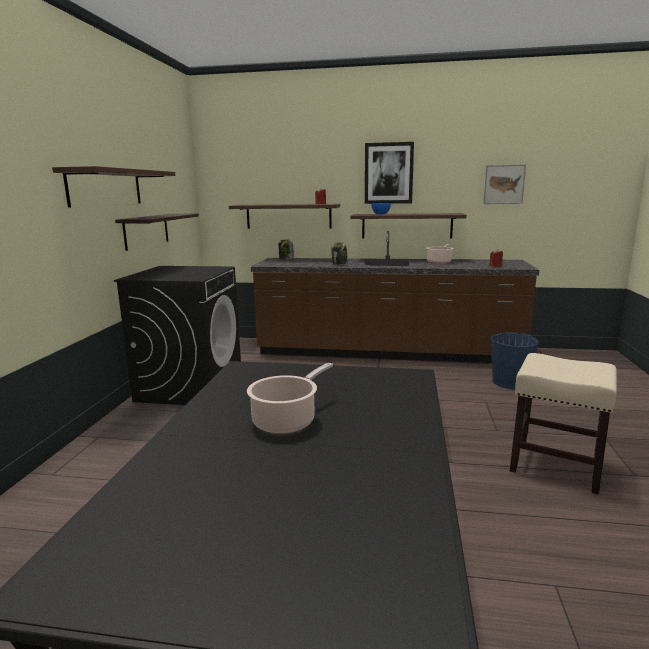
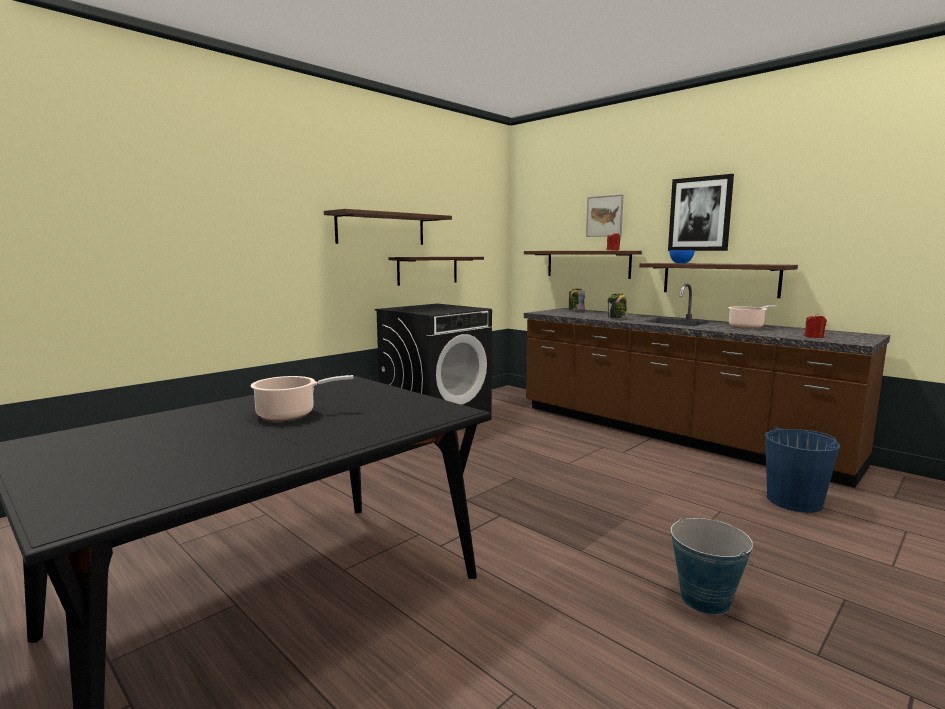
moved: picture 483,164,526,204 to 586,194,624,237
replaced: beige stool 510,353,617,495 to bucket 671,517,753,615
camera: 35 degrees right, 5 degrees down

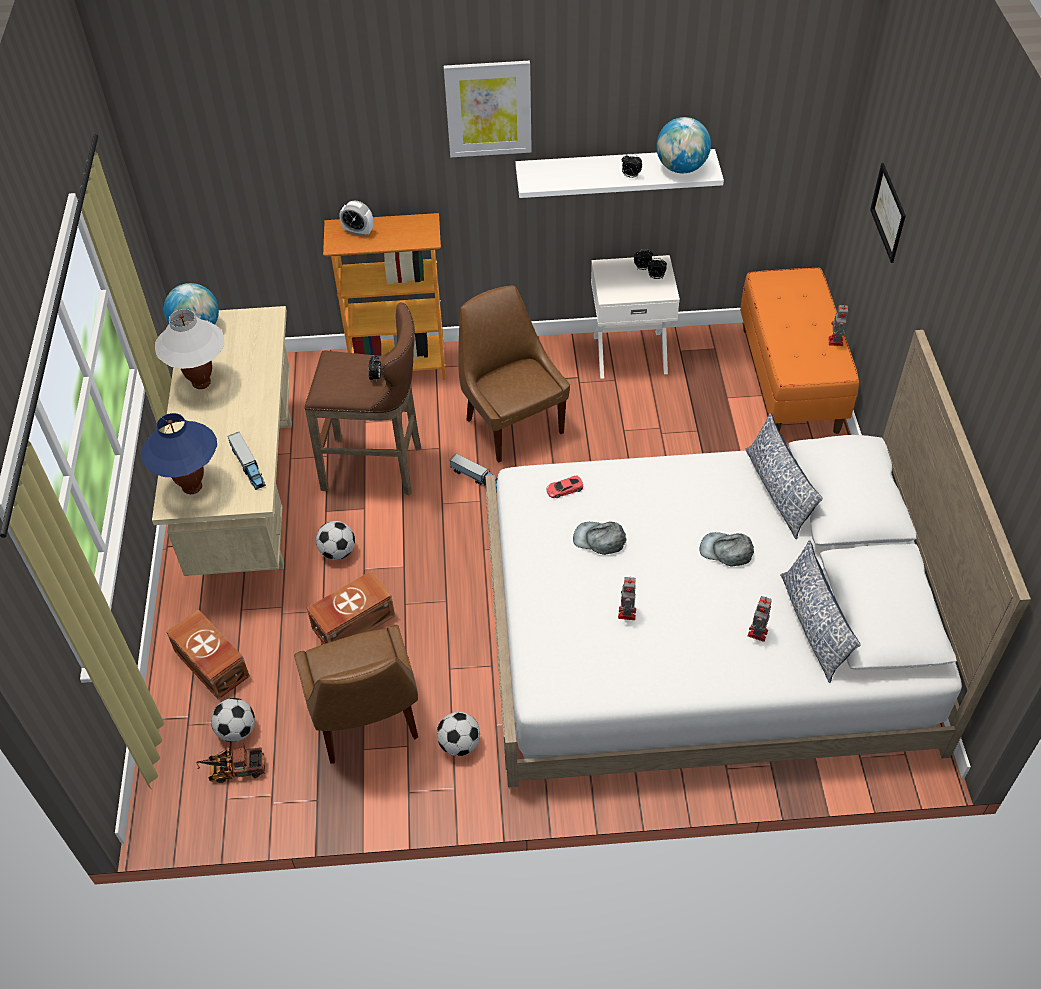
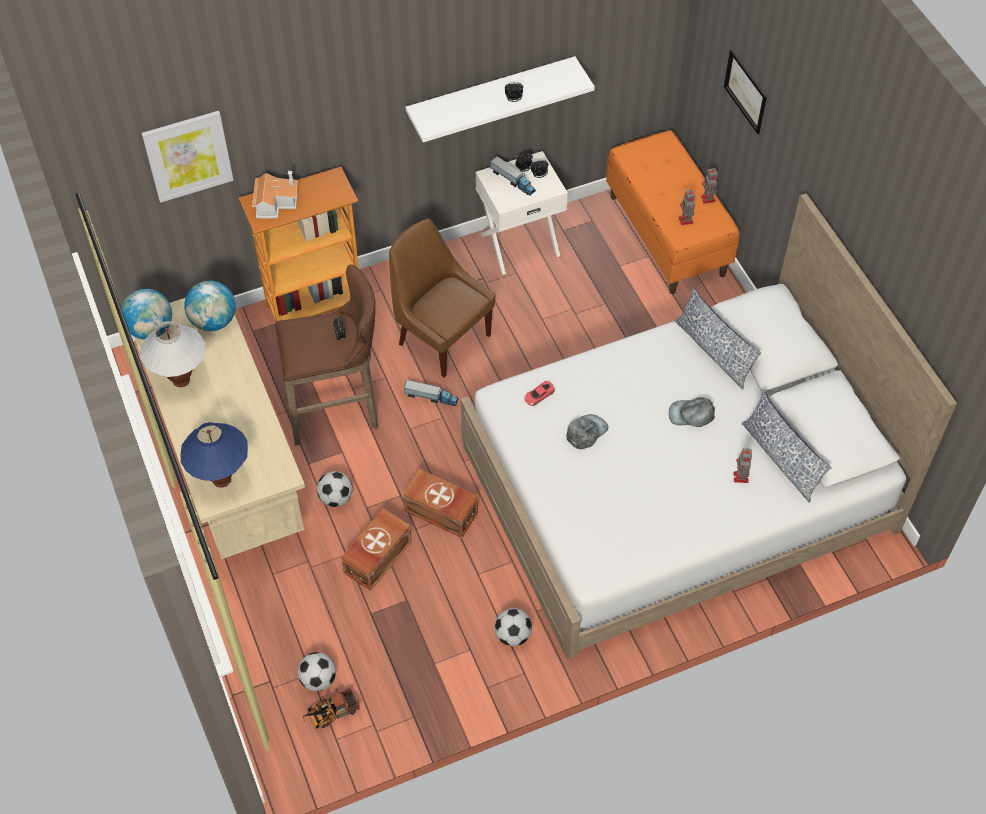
removed: brown chair 294,625,418,764
moved: brown storage box 166,609,250,699 to 403,469,478,538; toy truck 228,432,266,490 to 490,156,536,195; picture 444,61,532,157 to 142,111,234,203; toy robot 618,577,636,620 to 679,189,695,225; globe 656,117,711,173 to 184,281,236,331
replaced: alarm clock 339,201,373,236 to toy house 252,171,298,219
turned: grey cap 573,521,626,555 = 566,414,608,449 135 degrees clockwise
camera: 20 degrees left, 5 degrees up

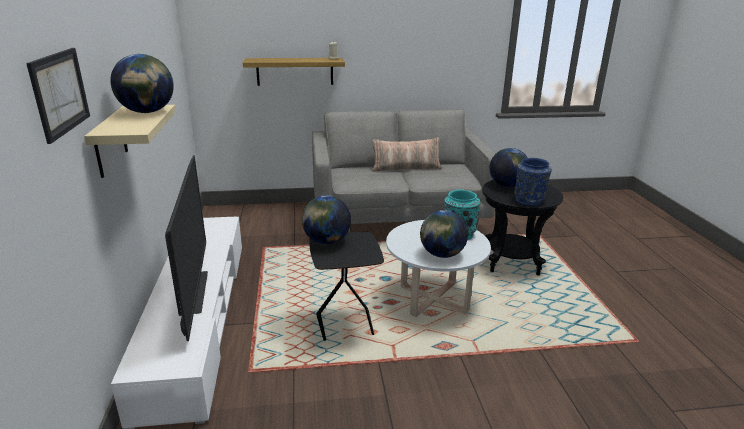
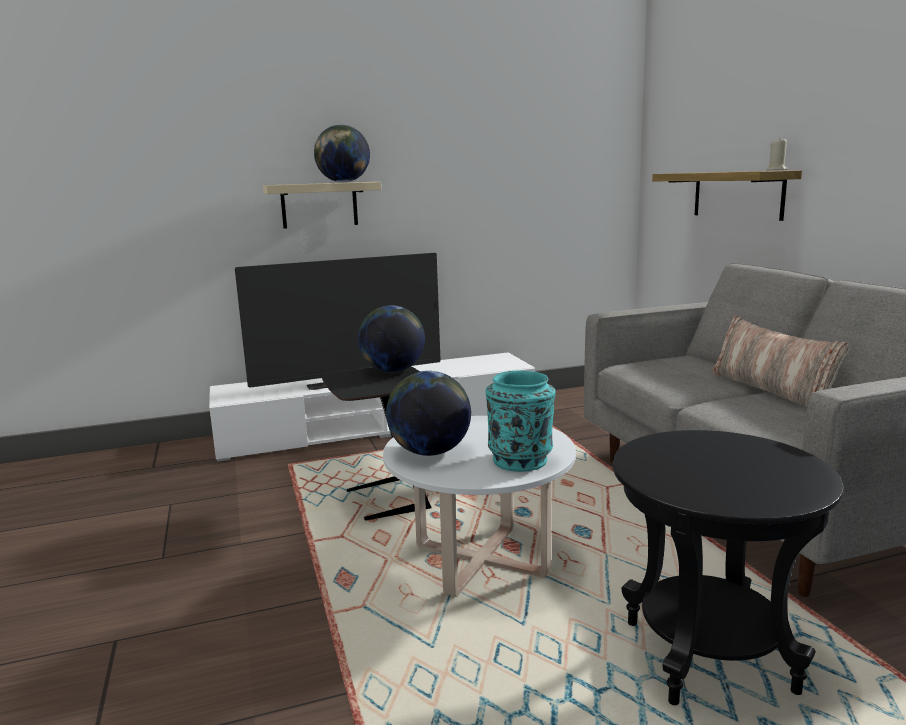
removed: picture 26,48,90,144; globe 489,148,528,187; blue vase 514,158,552,206
camera: 80 degrees right, 10 degrees down

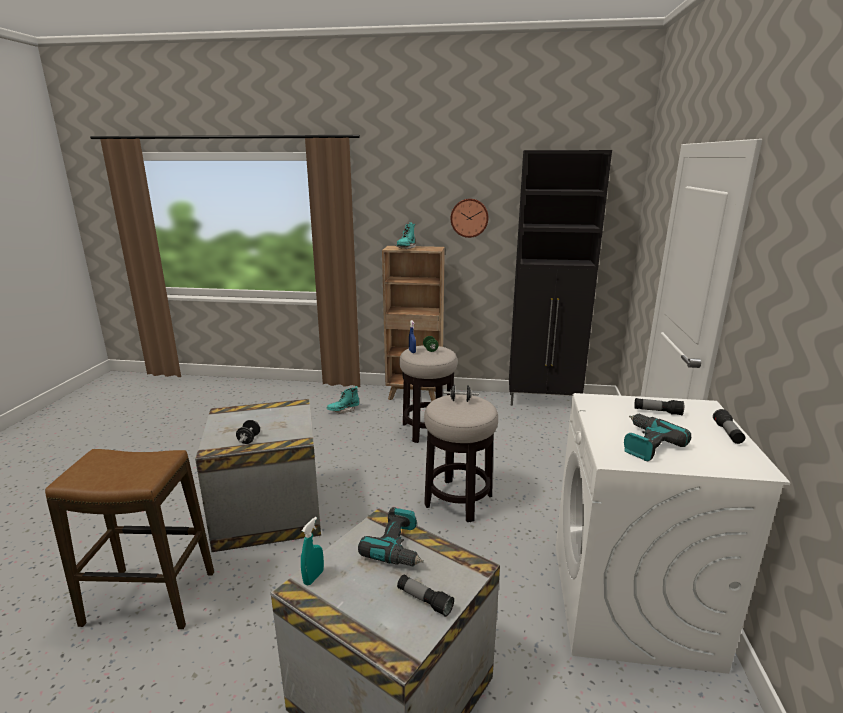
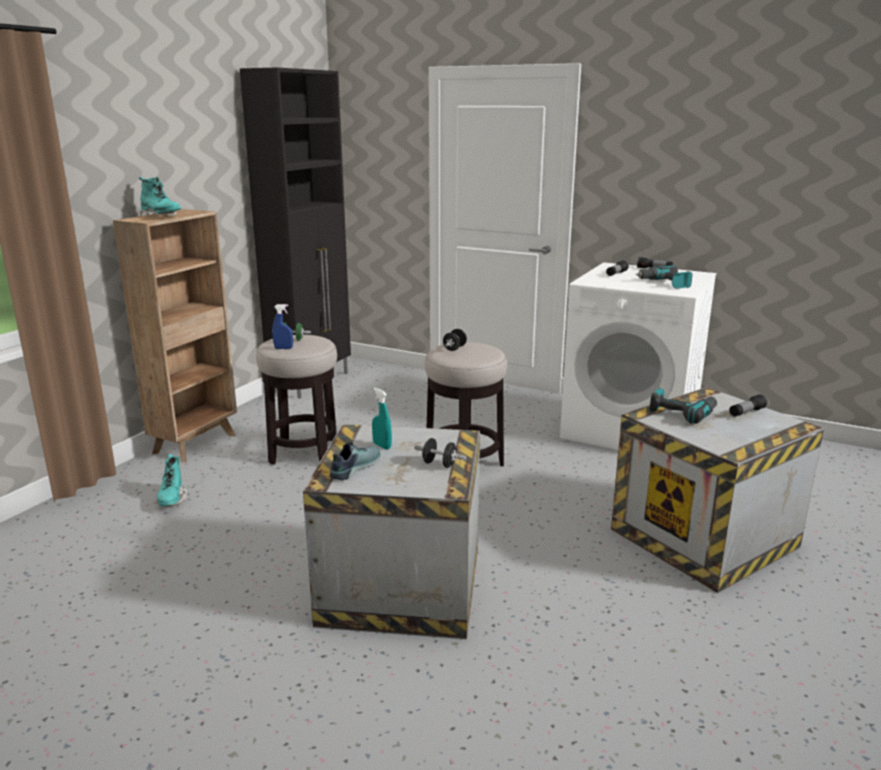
removed: stool 45,449,214,629; wall clock 451,199,488,238
added: shoe 330,442,381,480
moved: turquoise spray bottle 301,517,324,585 to 372,388,392,450
camera: 70 degrees left, 0 degrees up

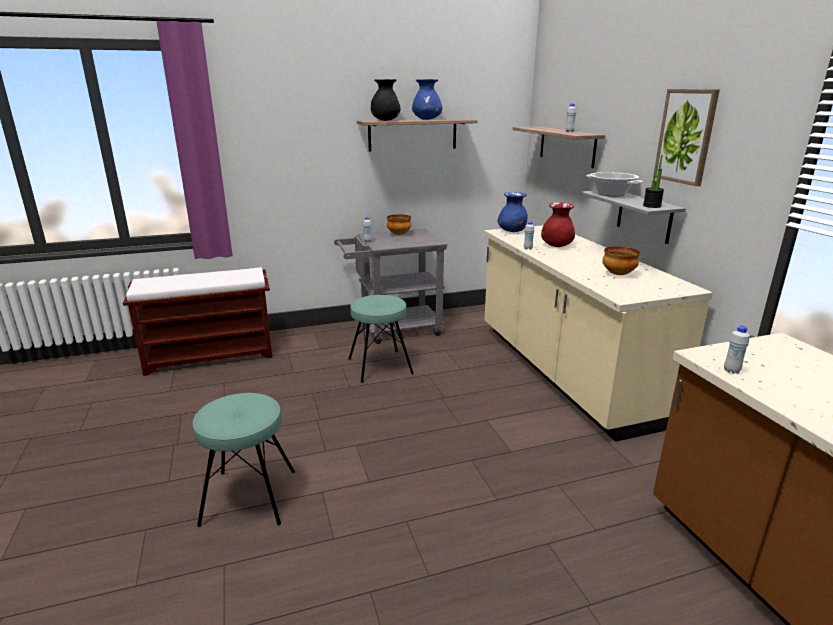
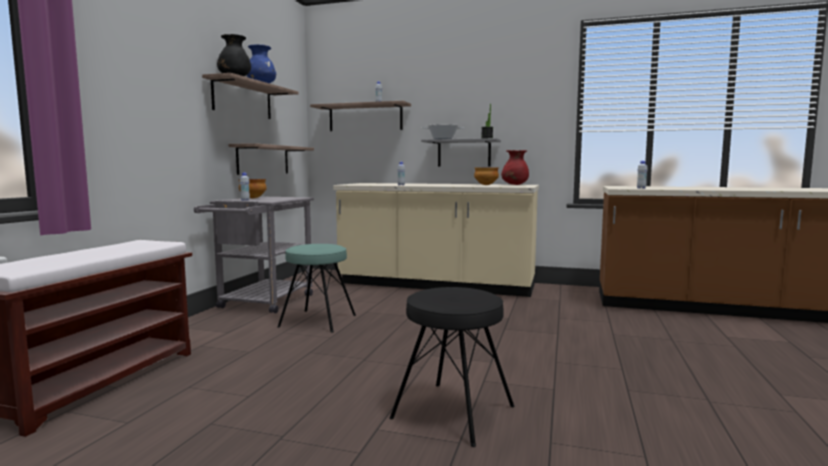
removed: blue vase 498,192,528,232; picture 653,89,720,186
added: shelf 229,143,314,175
moved: red vase 541,202,575,247 to 501,150,529,185
recoloured: turquoise stool 193,393,295,527 to black stool 389,287,514,447
camera: 55 degrees left, 15 degrees down

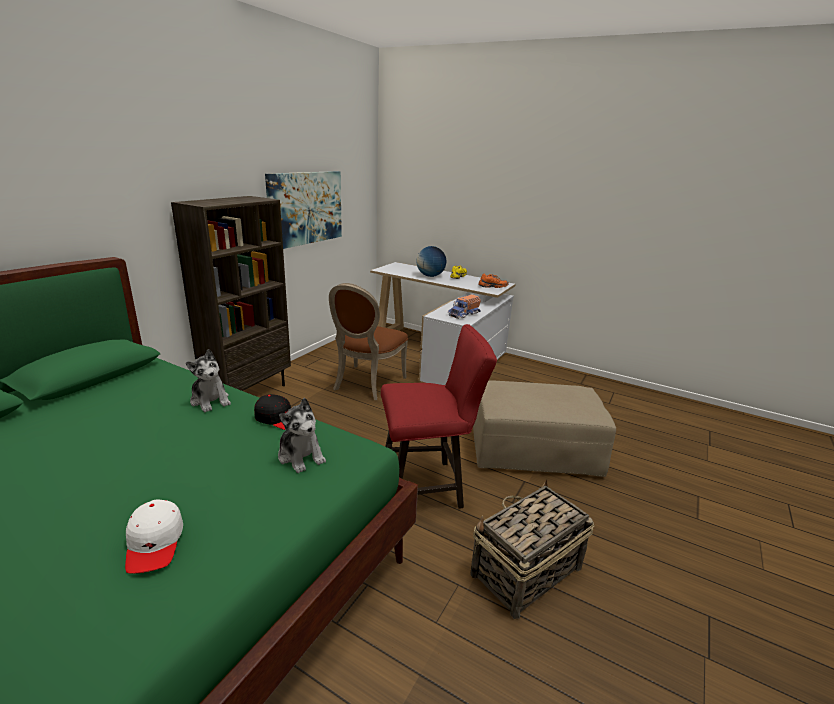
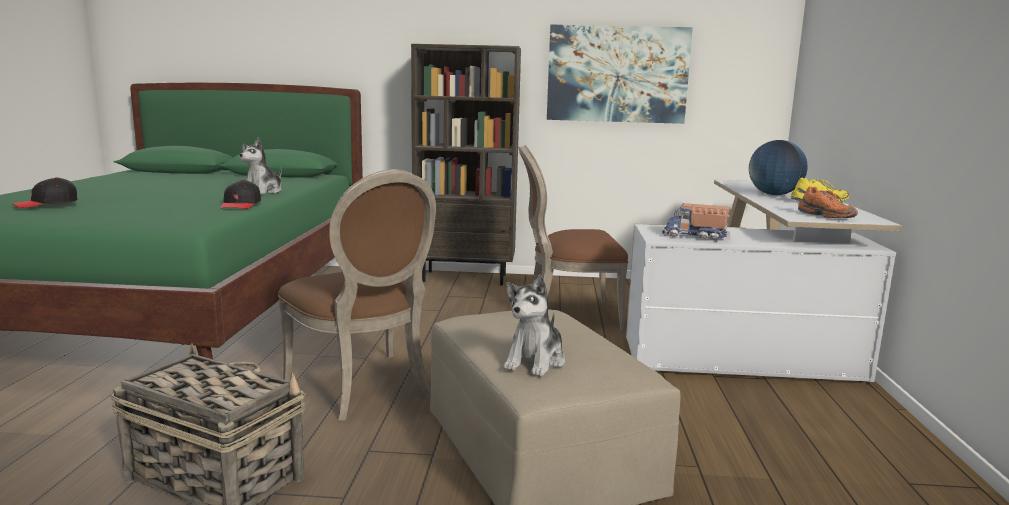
moved: plush toy 278,398,326,473 to 503,275,565,376
replaced: red stool 381,324,497,509 to brown chair 278,169,436,421
recoloured: white cap 125,499,183,574 to black cap 12,177,78,208
camera: 65 degrees right, 10 degrees down

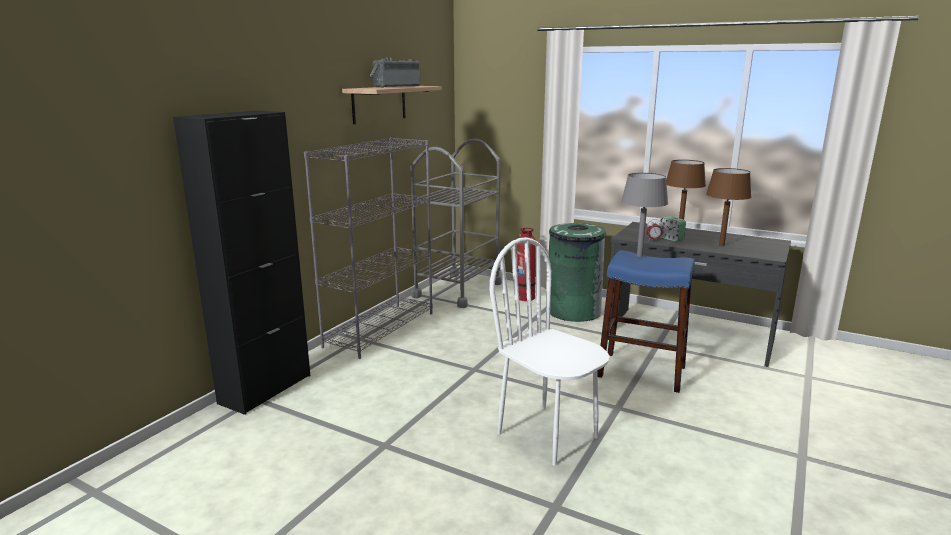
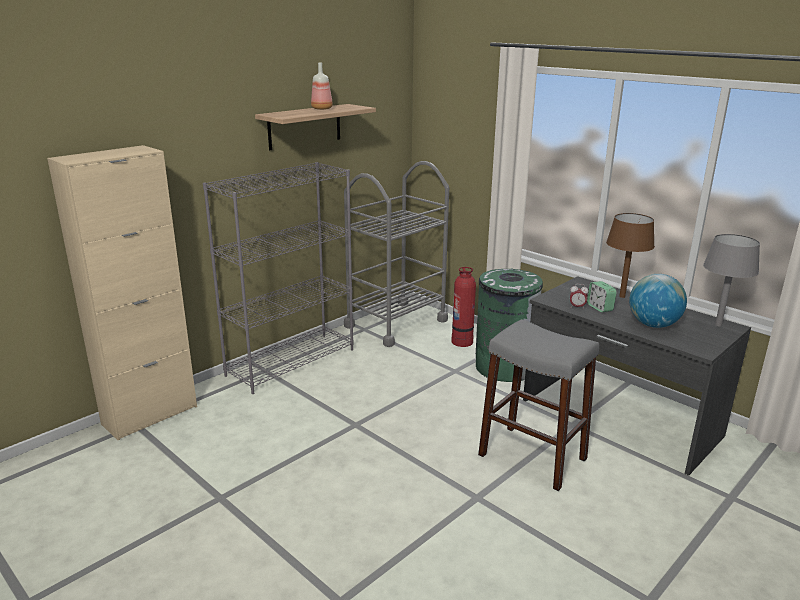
removed: white chair 490,237,610,466
moved: grey table lamp 621,173,668,257 to 703,234,760,326
replaced: radio 370,58,421,87 to bottle 311,63,333,110; brown table lamp 706,168,751,246 to globe 629,274,687,328
recoloured: black cabinet 173,111,310,415 to beige cabinet 47,145,197,440; blue stool 597,250,695,393 to grey stool 478,319,599,491
camera: 15 degrees right, 5 degrees up

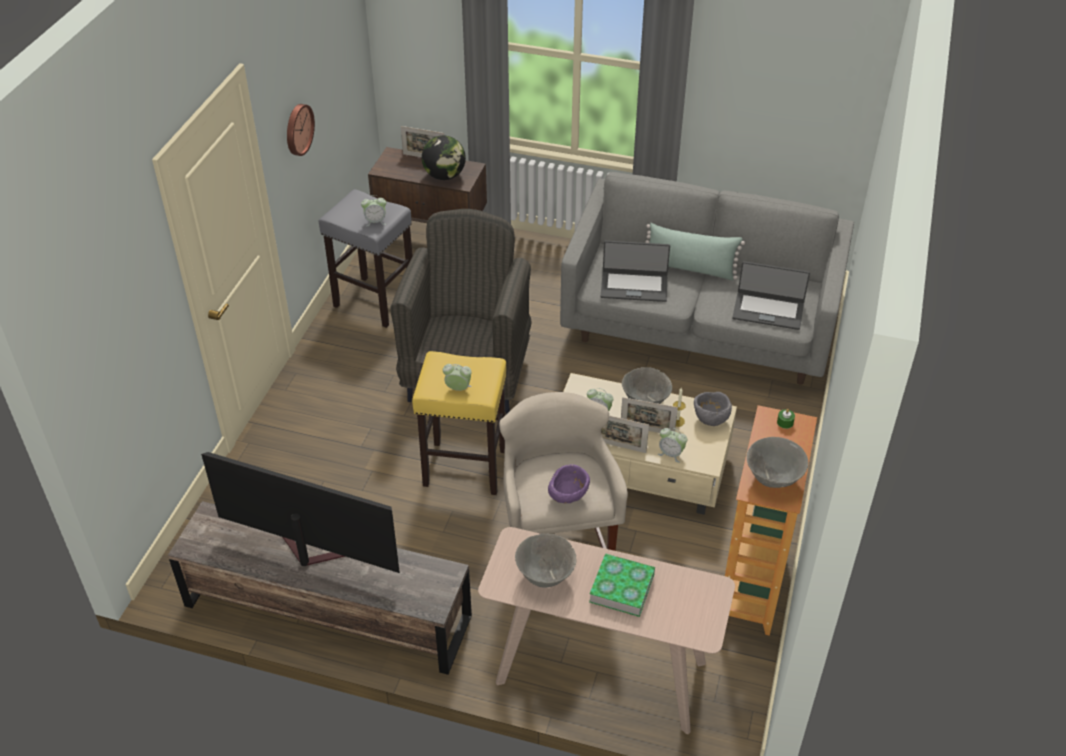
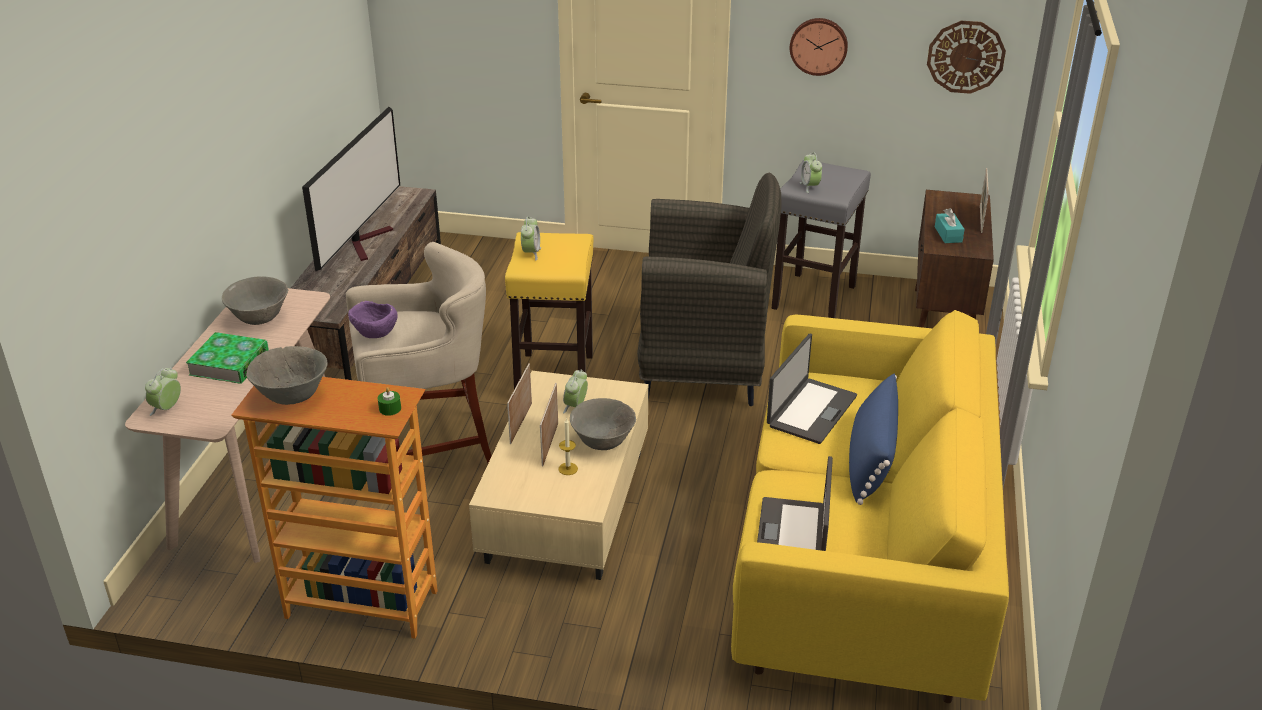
removed: grey bowl 694,392,732,426
added: wall clock 927,21,1006,94
moved: alarm clock 658,428,687,463 to 145,368,181,416
replaced: globe 422,136,466,180 to turquoise tissue box 935,208,965,243
recoloured: grey sofa 560,172,854,385 to yellow sofa 731,310,1009,703; green pillow 645,223,745,281 to blue pillow 849,373,898,505
turned: laptop 601,241,670,302 = 767,334,857,444 150 degrees counterclockwise
camera: 85 degrees right, 10 degrees down

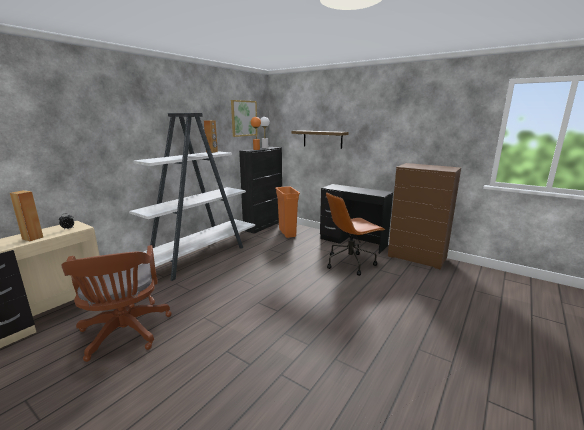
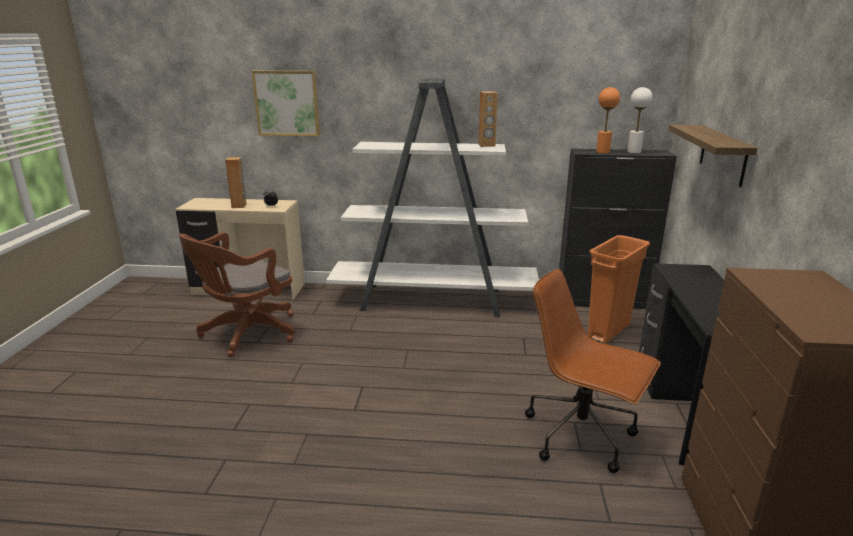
moved: picture 231,100,258,137 to 252,71,320,136
camera: 60 degrees right, 5 degrees up

